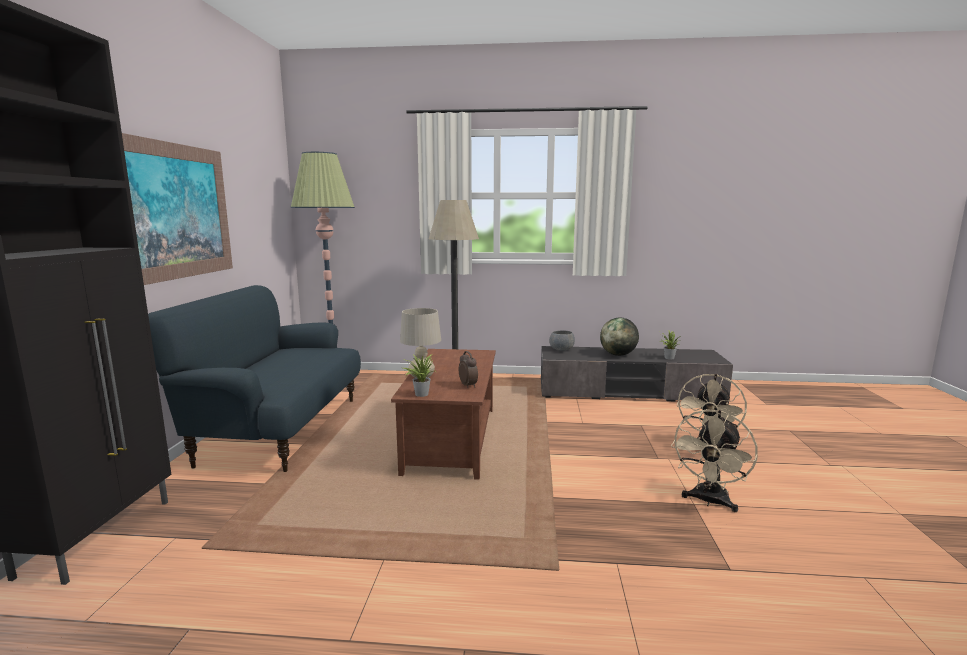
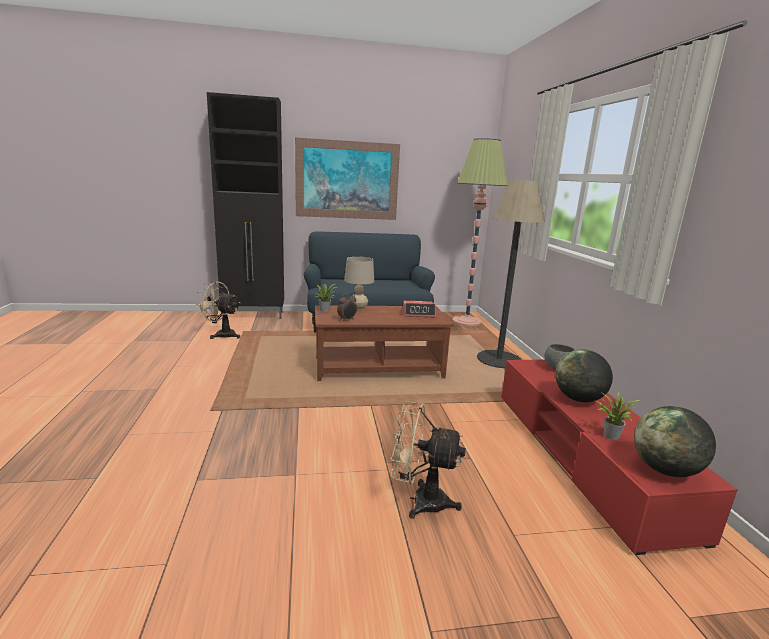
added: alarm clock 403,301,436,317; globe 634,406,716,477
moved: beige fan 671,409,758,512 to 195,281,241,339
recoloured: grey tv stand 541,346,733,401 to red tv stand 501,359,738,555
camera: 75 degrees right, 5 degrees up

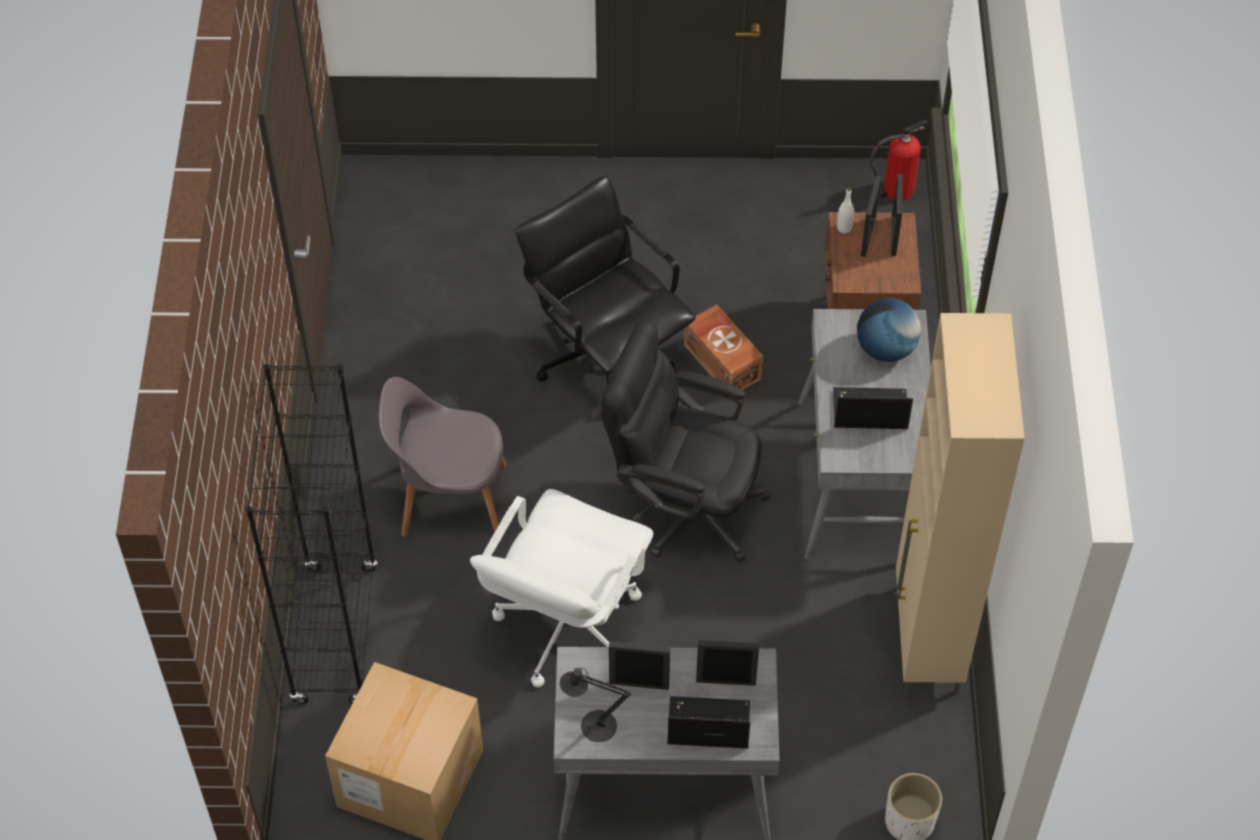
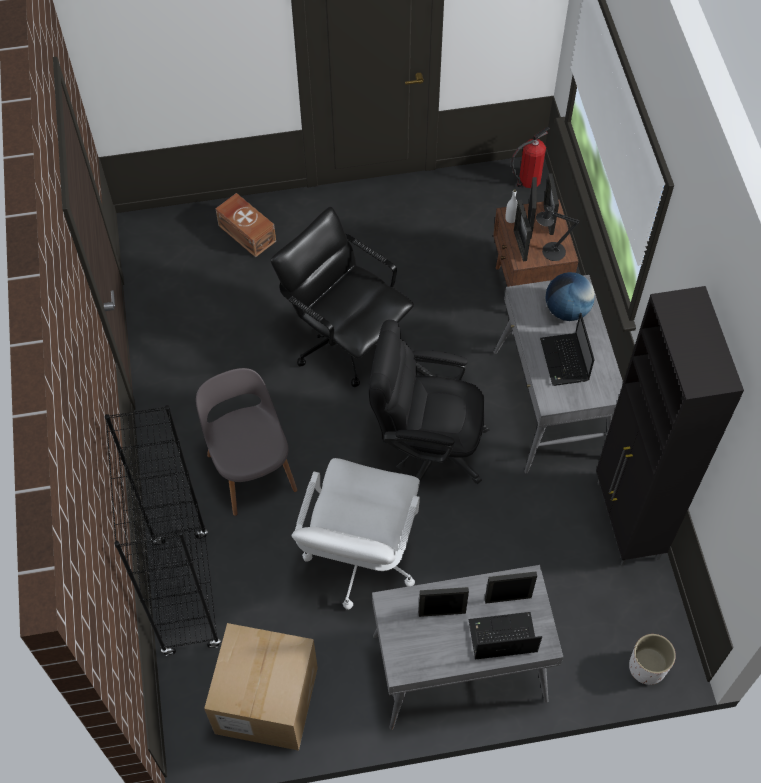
added: picture frame 514,200,532,262
moved: black table lamp 560,668,631,742 to 536,206,580,261; brown storage box 684,304,763,390 to 215,193,276,257
recoloured: beige cabinet 896,313,1025,694 to black cabinet 596,286,744,566
turned: grey chair 379,377,506,537 = 196,368,297,516 75 degrees clockwise; laptop 833,387,913,429 = 540,313,594,386 90 degrees counterclockwise
camera: 10 degrees left, 5 degrees up

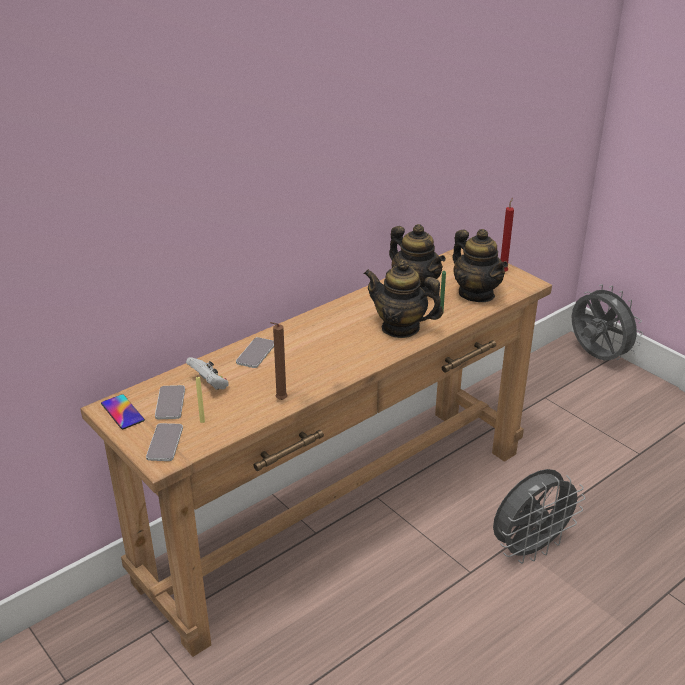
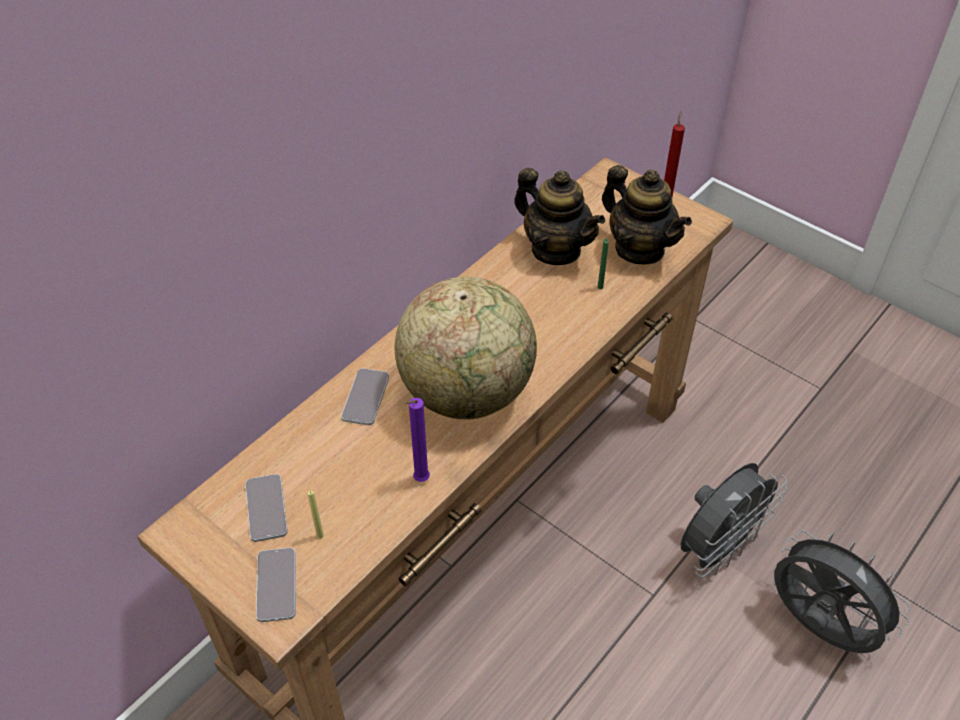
removed: phone 101,394,145,429; white game controller 186,357,229,390; teapot 364,260,443,338
added: globe 395,277,537,419
moved: grey fan 572,284,643,360 to 774,530,910,653
recoloured: brown candle 270,322,287,400 to purple candle 406,398,430,482
camera: 10 degrees left, 15 degrees up

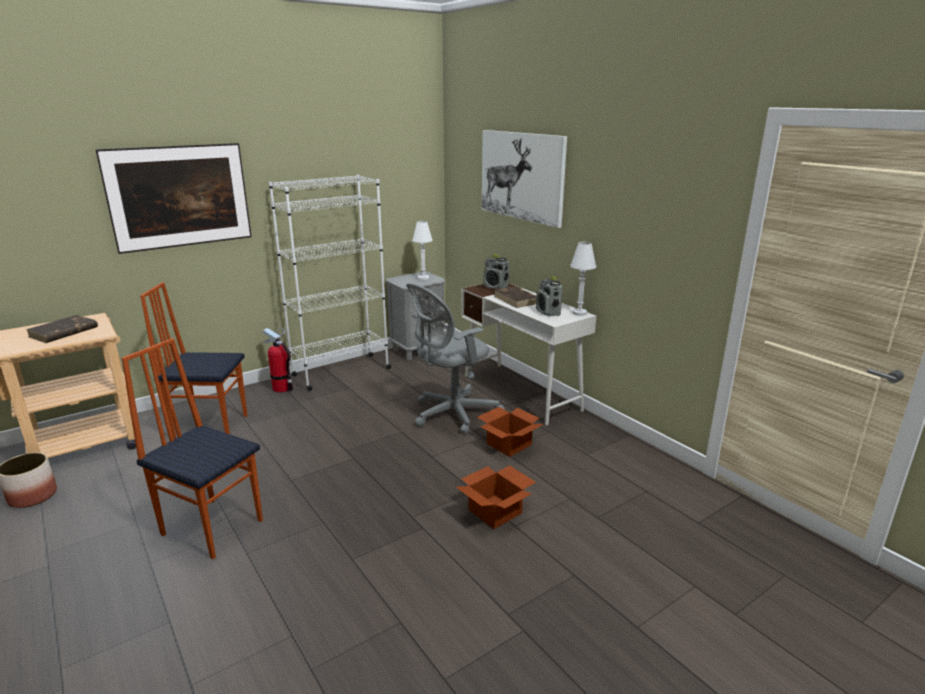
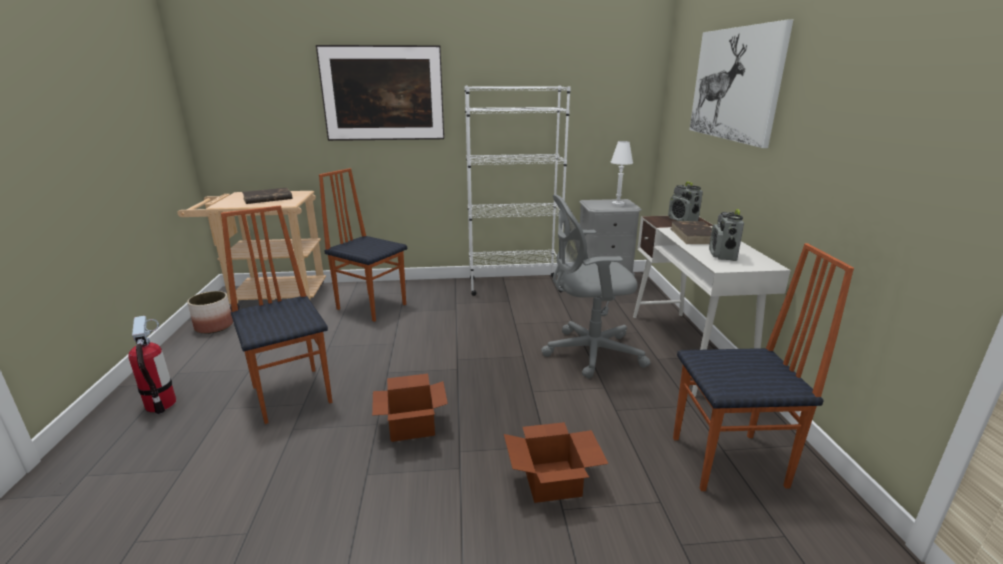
removed: white table lamp 570,242,596,316
added: chair 673,243,854,491
moved: fire extinguisher 263,327,293,392 to 128,316,176,414; cardboard box 477,407,544,457 to 372,374,448,442
camera: 30 degrees right, 0 degrees up

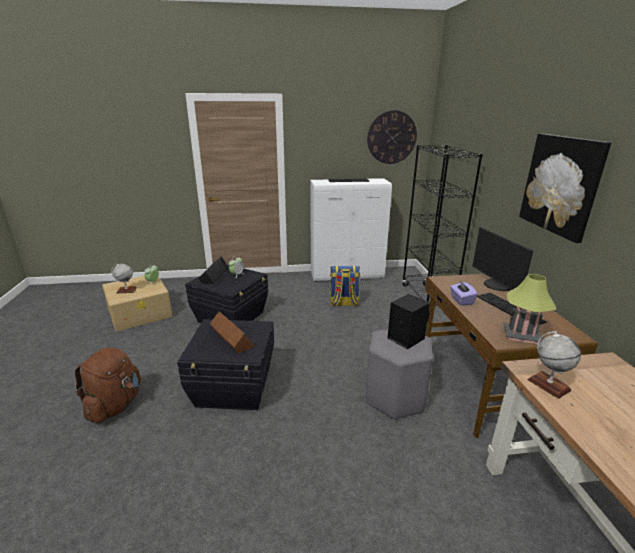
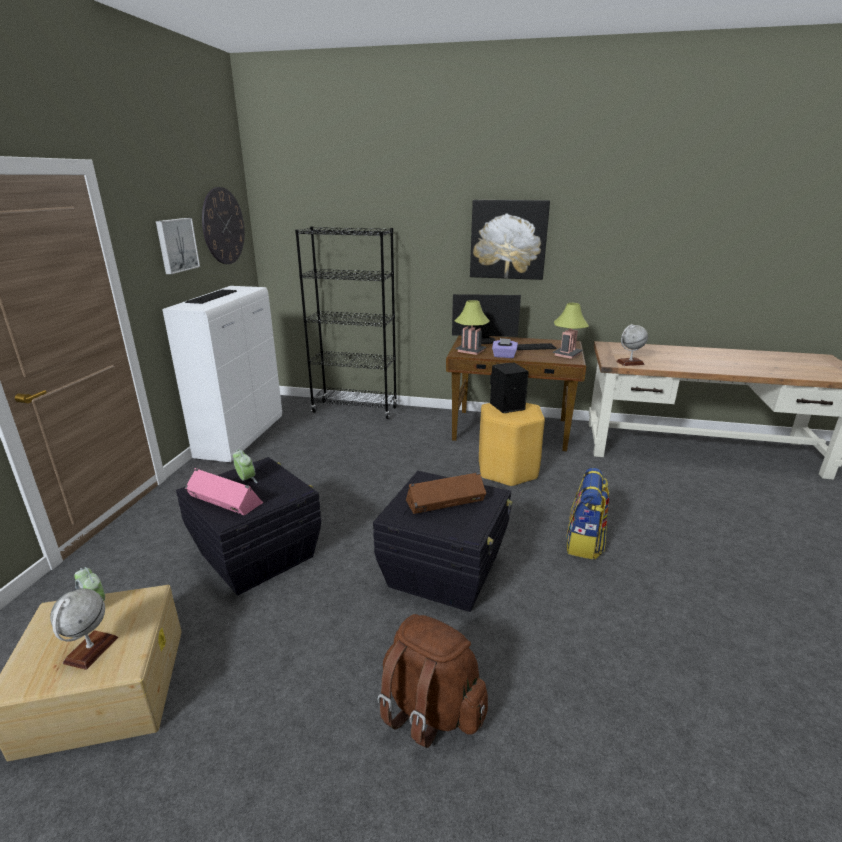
added: picture 156,218,200,274; table lamp 455,300,490,355
moved: backpack 330,266,360,306 to 566,468,610,559
recoloured: black speaker 199,255,229,285 to pink speaker 184,468,263,515; grey stool 366,329,433,420 to yellow stool 479,403,545,486
camera: 70 degrees left, 0 degrees up

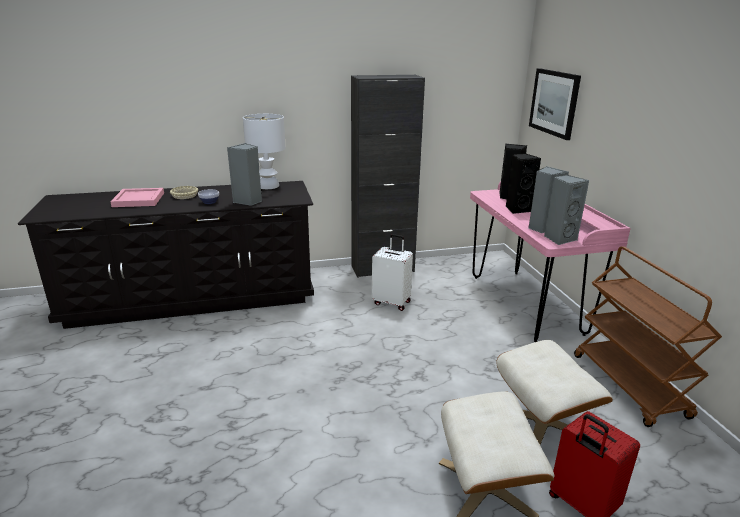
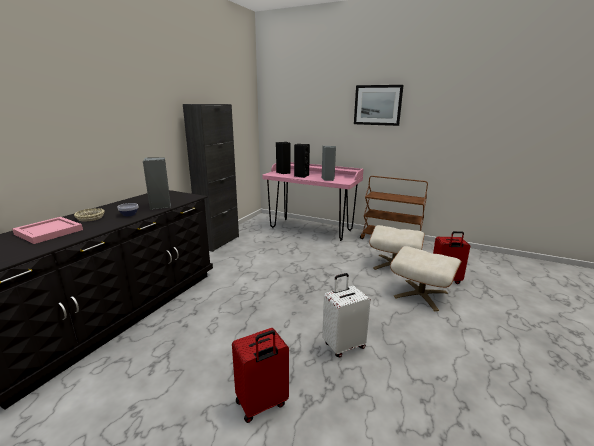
removed: white table lamp 243,114,285,189; grey speaker 544,174,589,245
added: red suitcase 232,328,289,423
moved: white suitcase 372,234,413,311 to 322,273,370,357; picture 529,68,581,140 to 354,85,404,126
camera: 50 degrees left, 5 degrees down

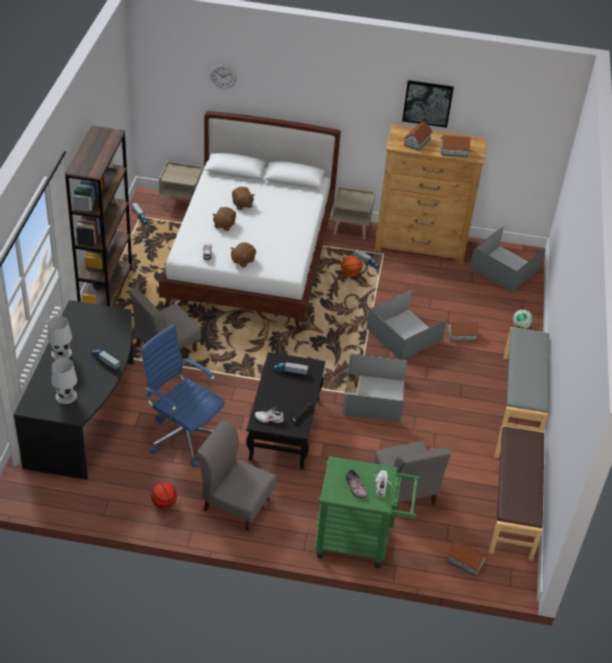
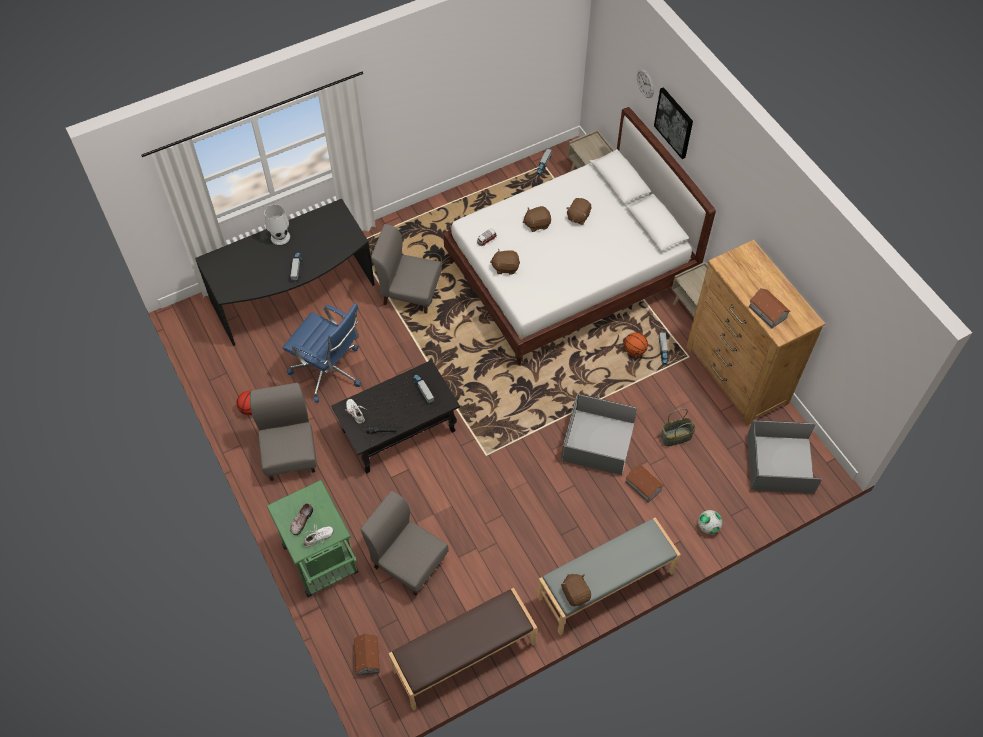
removed: white table lamp 52,358,77,404; brown bookcase 65,125,132,307; grey storage box 343,353,407,422; toy house 404,121,433,151
added: brown plush toy 561,574,591,606; basket 660,408,696,446
moved: picture 402,80,454,128 to 654,87,693,159
turned: blue office chair 140,324,225,467 = 283,303,361,403 120 degrees clockwise; grey chair 374,441,451,511 = 361,491,449,596 90 degrees clockwise
camera: 55 degrees right, 15 degrees up

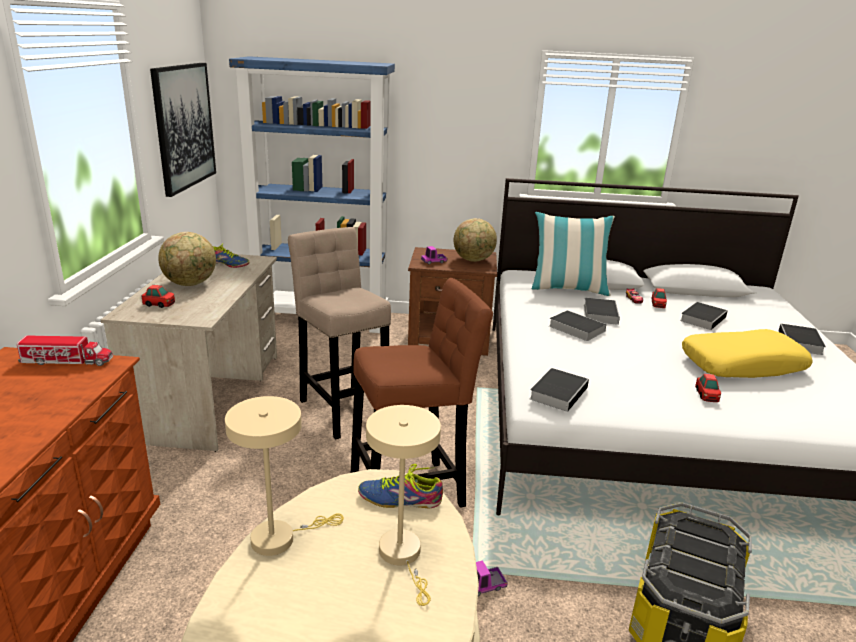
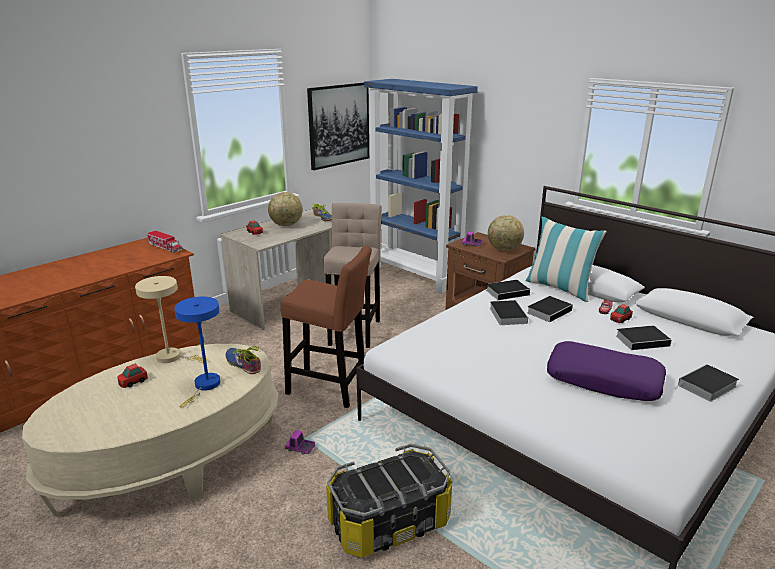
moved: book 529,368,589,412 to 486,280,535,300; toy car 695,374,721,402 to 117,364,148,388
recoloured: beige table lamp 366,405,441,606 to blue table lamp 174,297,220,407; yellow pillow 682,329,813,378 to purple pillow 547,341,666,401
camera: 40 degrees right, 0 degrees up

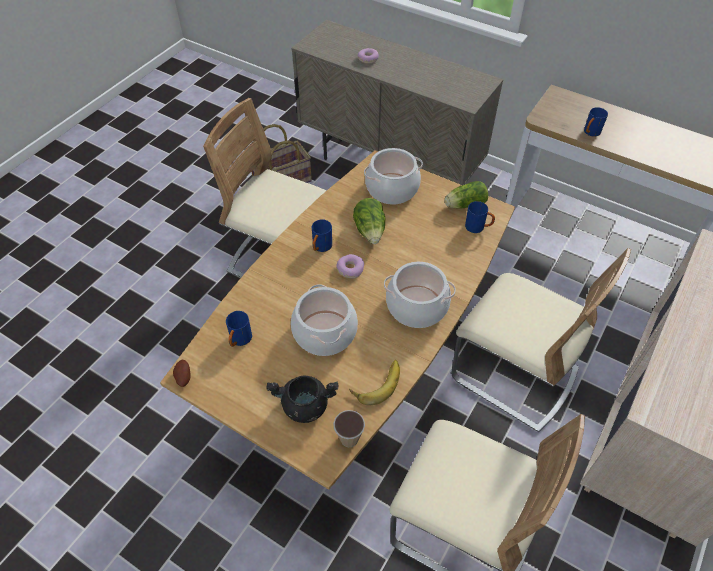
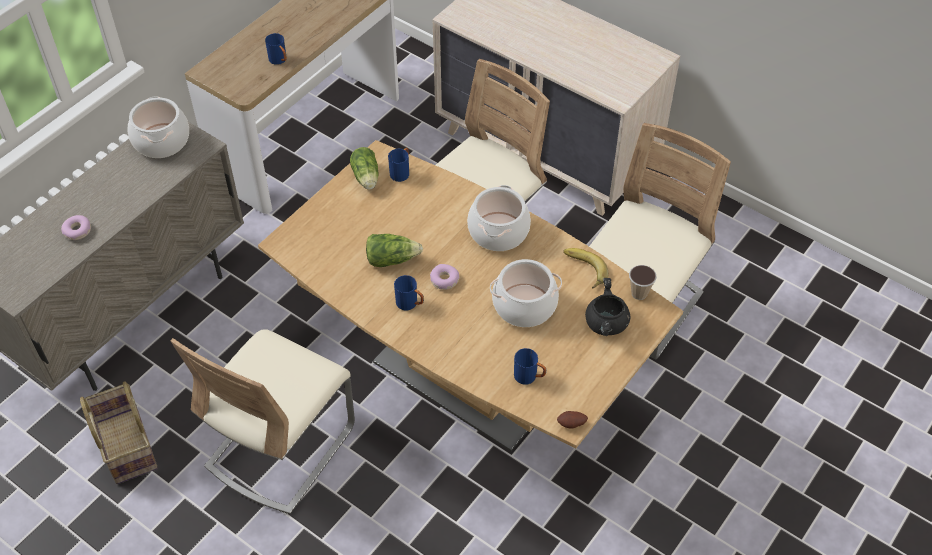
moved: cooking pot 364,148,423,204 to 127,96,189,158
camera: 85 degrees left, 0 degrees up

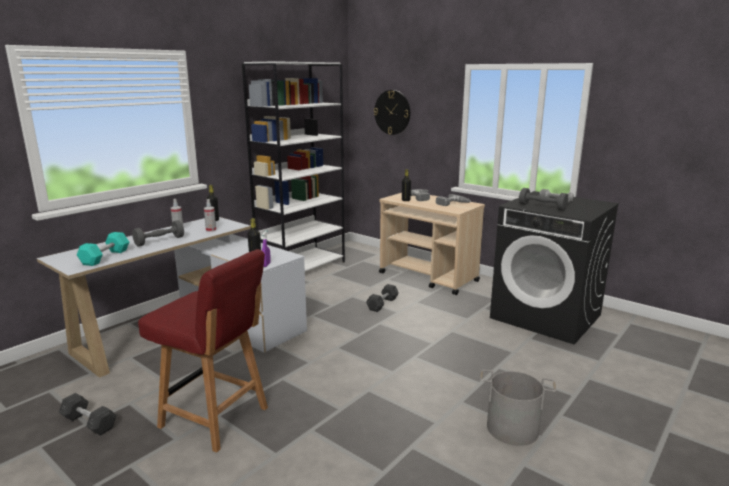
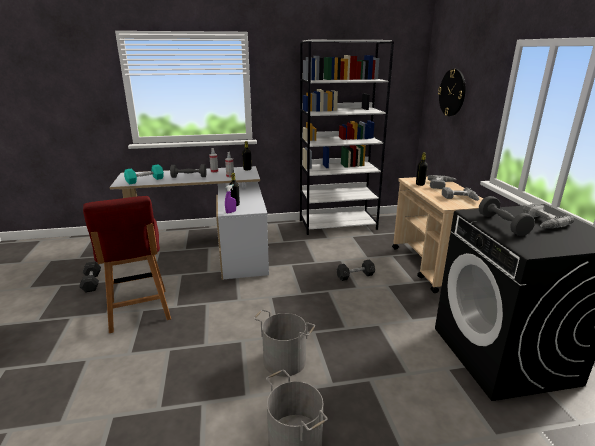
added: grey bucket 254,309,315,377
camera: 40 degrees right, 5 degrees up

